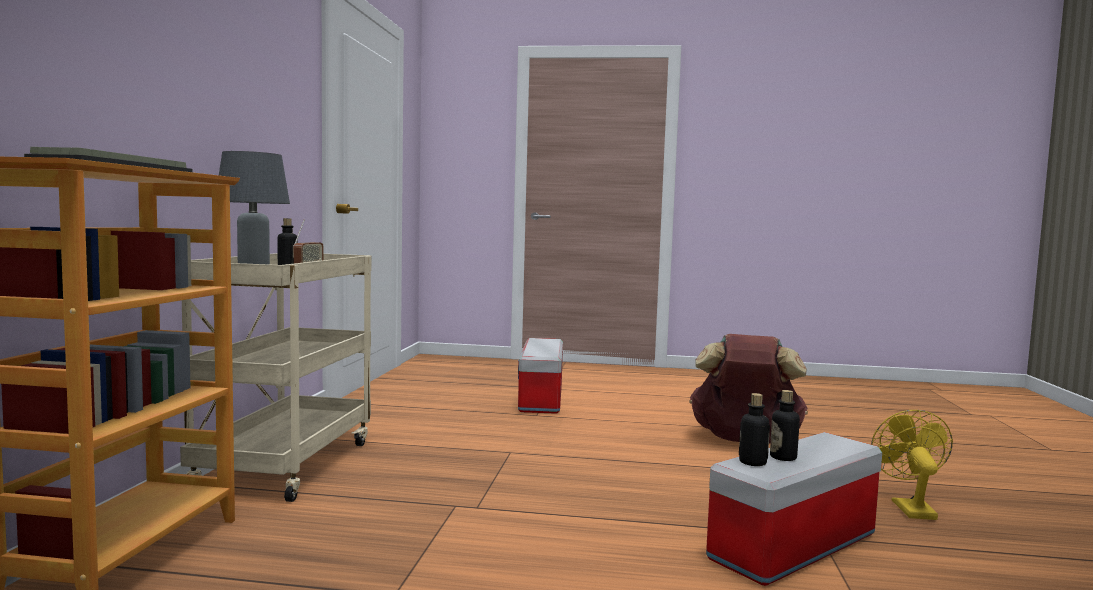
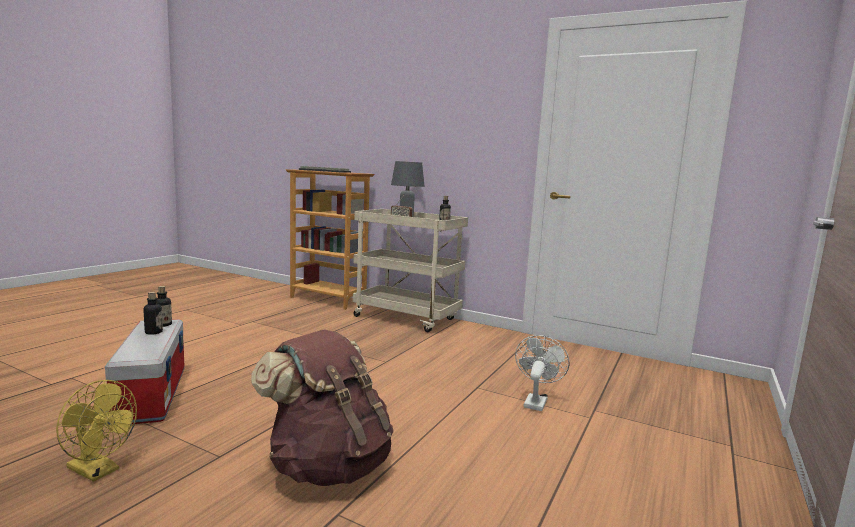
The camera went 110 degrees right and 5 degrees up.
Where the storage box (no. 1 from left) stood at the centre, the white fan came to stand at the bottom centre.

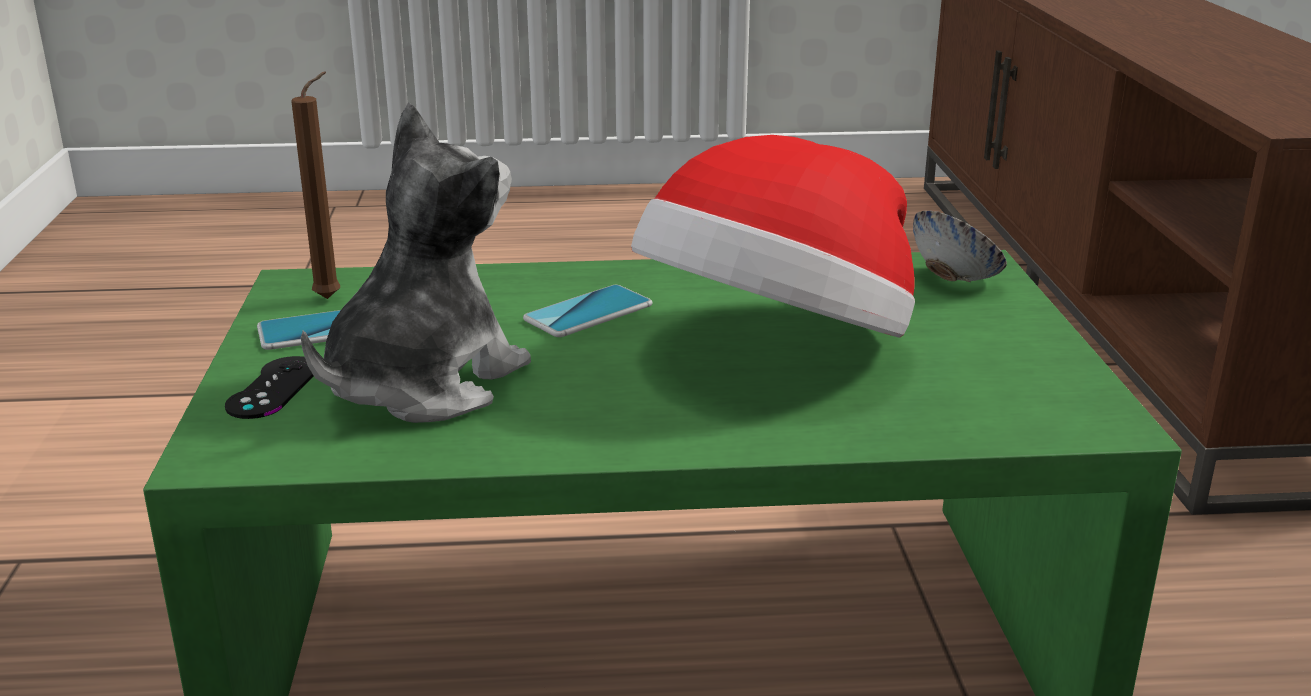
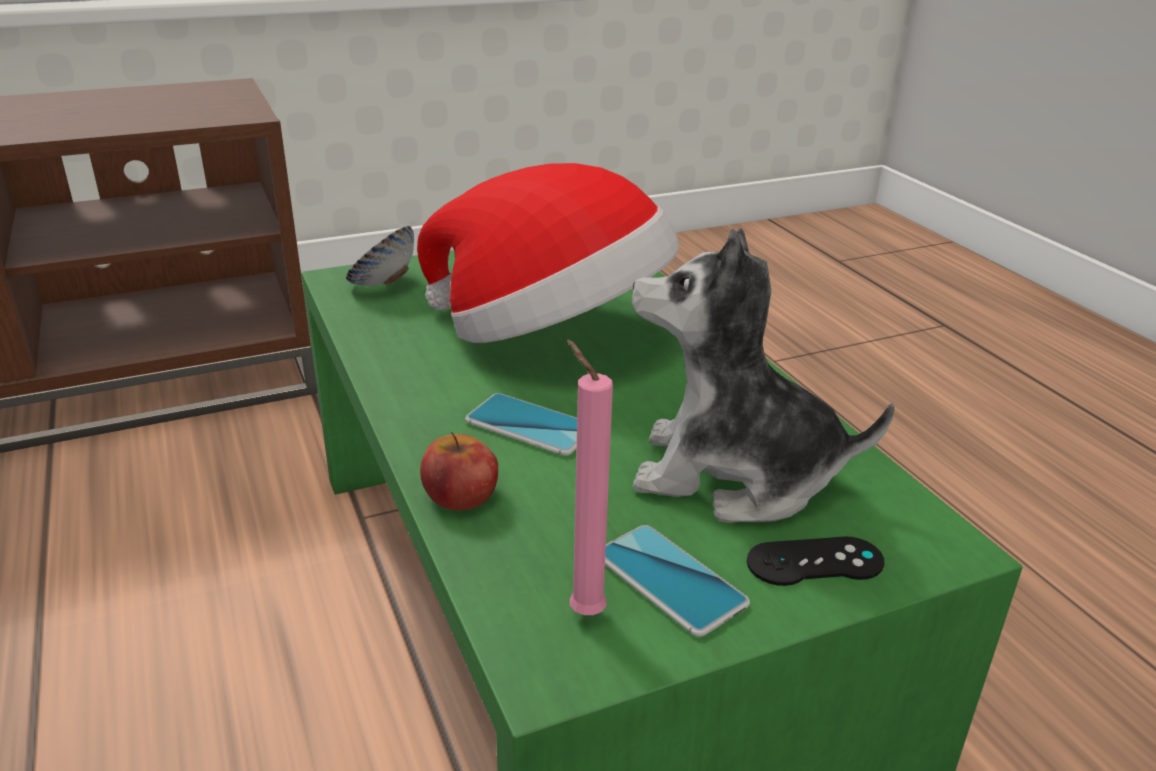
The camera went 110 degrees left and 5 degrees up.
What was the brown candle at the top left turned into the pink candle at the centre.
The second view gained the apple at the centre.

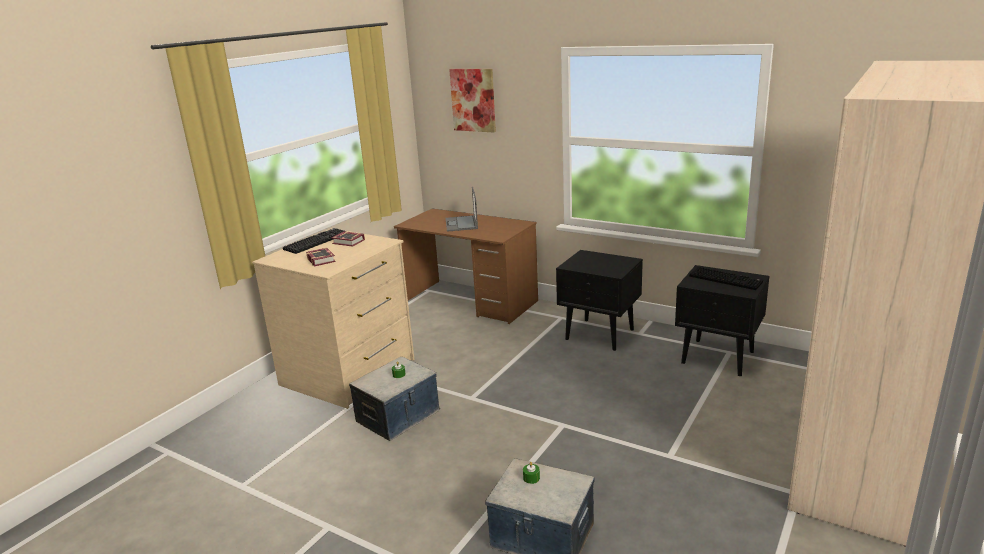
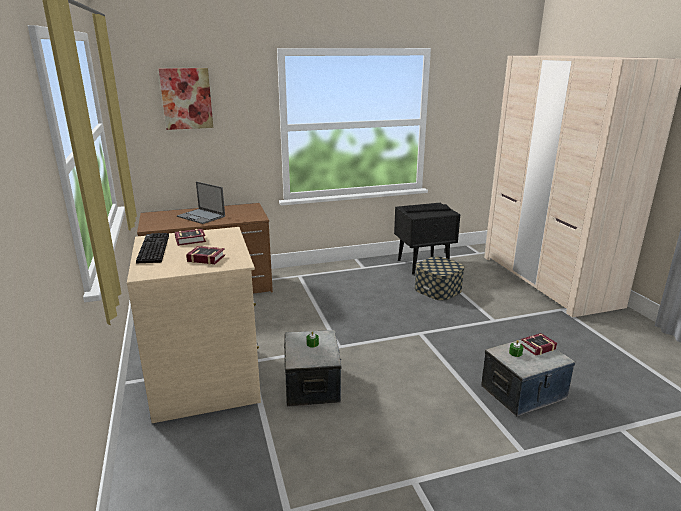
The camera went 50 degrees left and 0 degrees up.
The second view lost the black nightstand (no. 1 from left) at the centre.
The second view gained the storage box (no. 2 from left) at the centre.
The second view gained the book (no. 3 from left) at the bottom right.

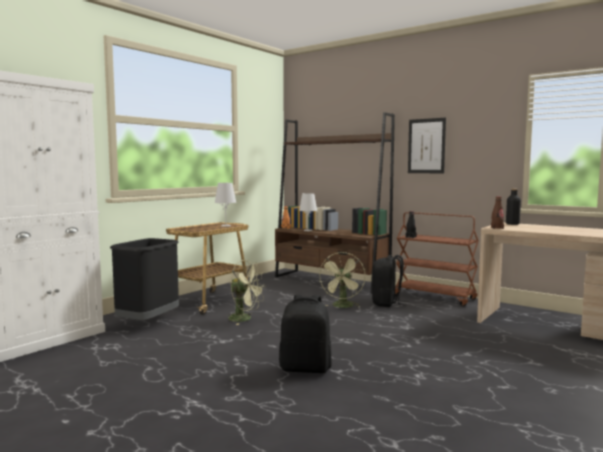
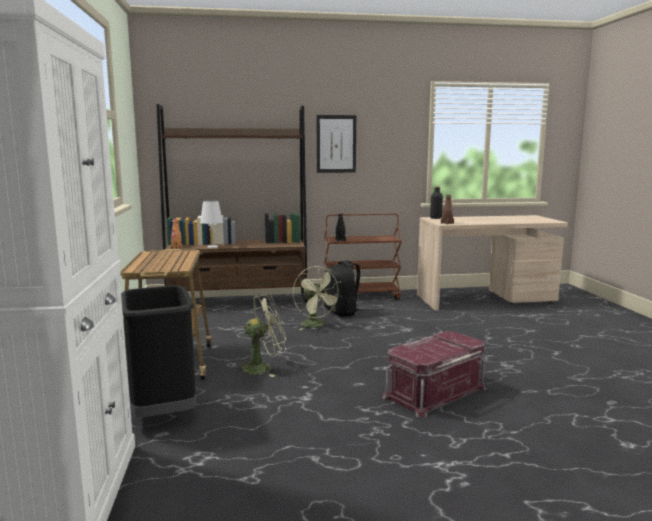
The camera went 45 degrees left and 5 degrees up.
The second view lost the white table lamp (no. 1 from left) at the centre.
Where the black backpack (no. 1 from left) stood at the bottom centre, the red storage box came to stand at the bottom centre.

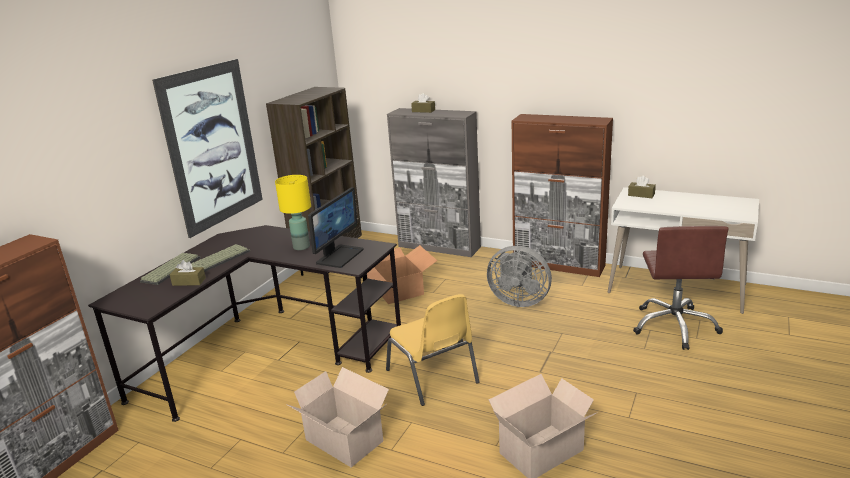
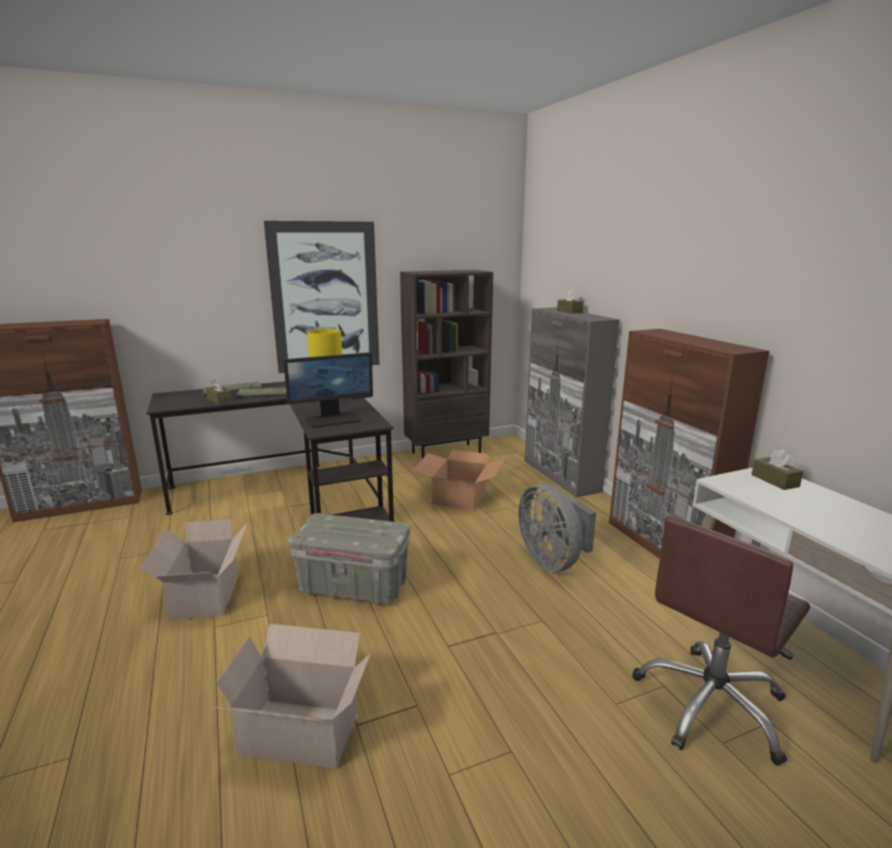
The camera went 40 degrees right and 5 degrees down.
Where the yellow chair stood at the bottom centre, the grey storage box came to stand at the centre.

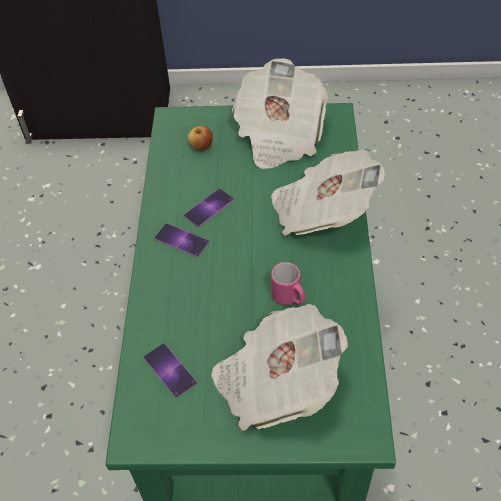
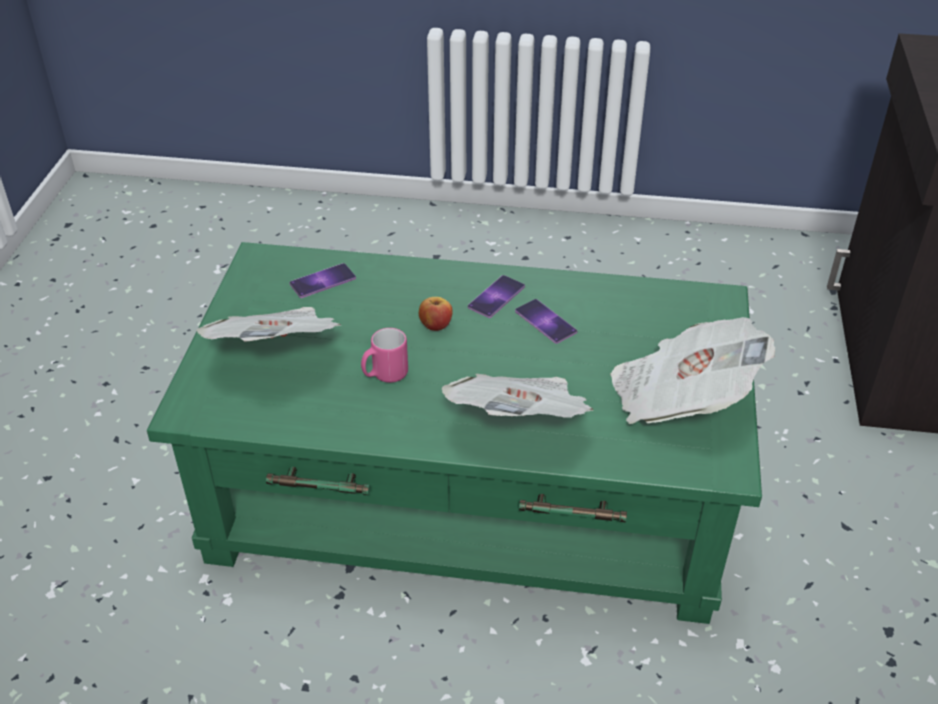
The camera went 95 degrees right and 10 degrees down.
The apple ended up elsewhere, having gone from the top centre to the centre.

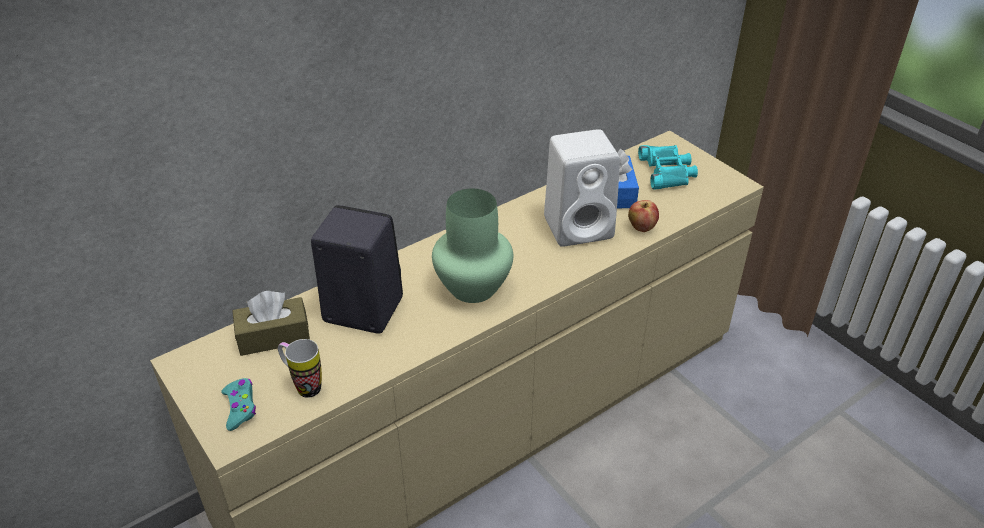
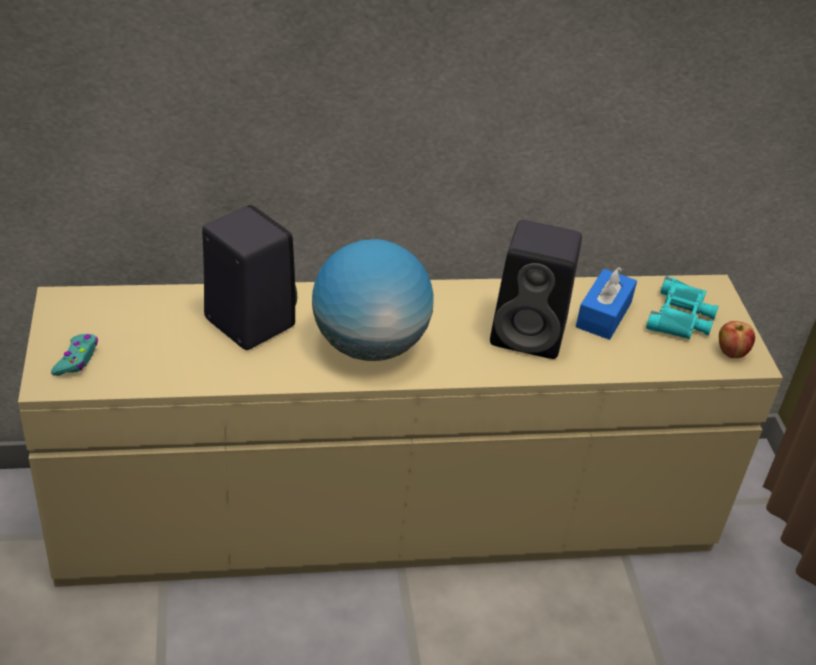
The camera went 25 degrees right and 0 degrees up.
What was the white speaker at the centre turned into the black speaker (no. 2 from left) at the centre.
Where the green vase stood at the centre, the globe came to stand at the centre.
The apple ended up elsewhere, having gone from the centre to the middle right.
The second view lost the brown tissue box at the middle left.
The second view lost the mug at the bottom left.

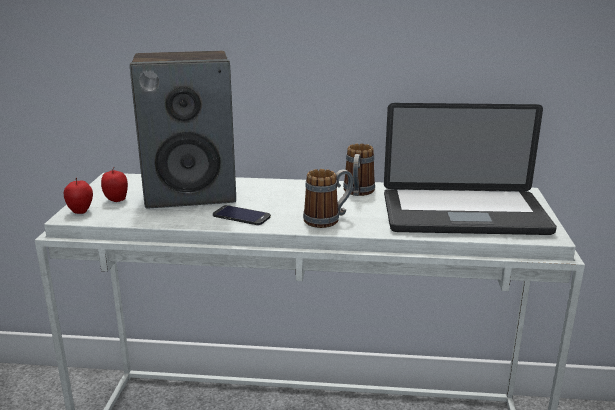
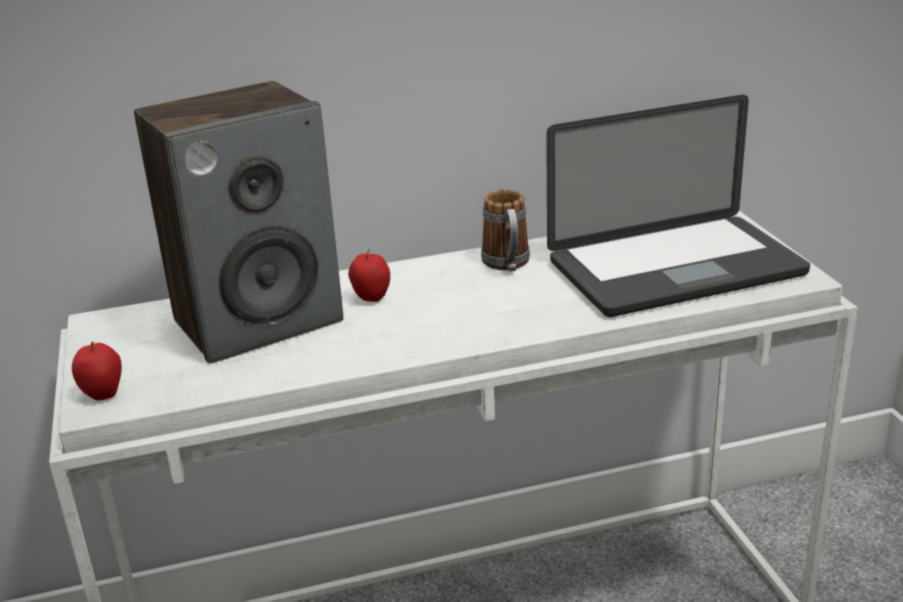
The camera went 20 degrees left and 5 degrees up.
The apple (no. 2 from left) ended up elsewhere, having gone from the middle left to the centre.
The second view lost the mug (no. 1 from left) at the centre.
The second view lost the phone at the centre.

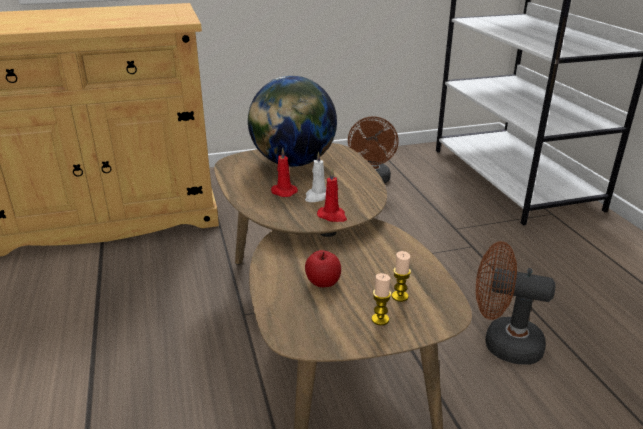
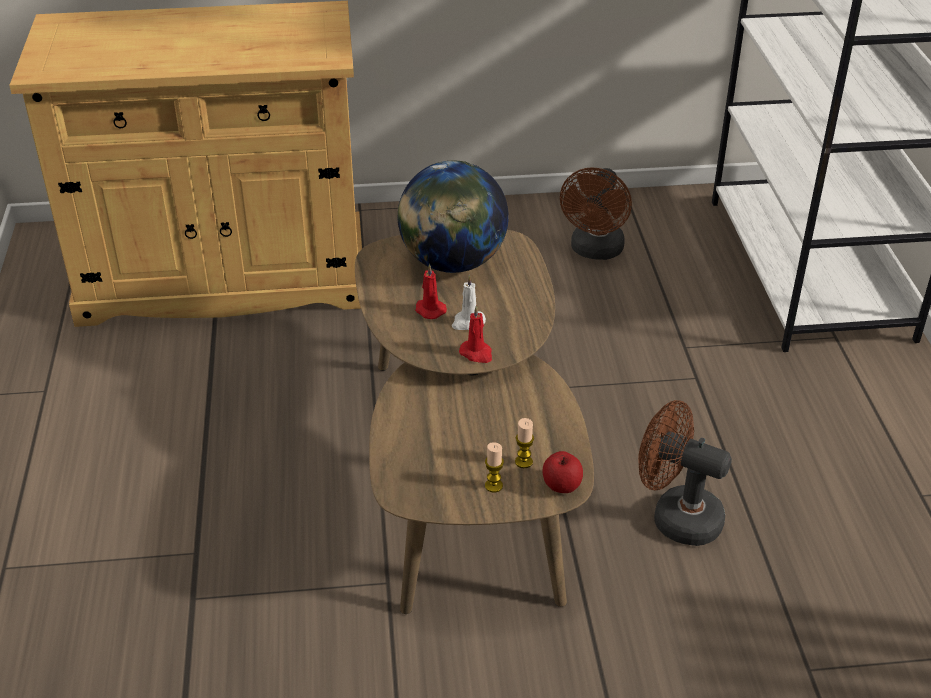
The camera went 10 degrees right and 10 degrees up.
The apple ended up elsewhere, having gone from the centre to the bottom centre.

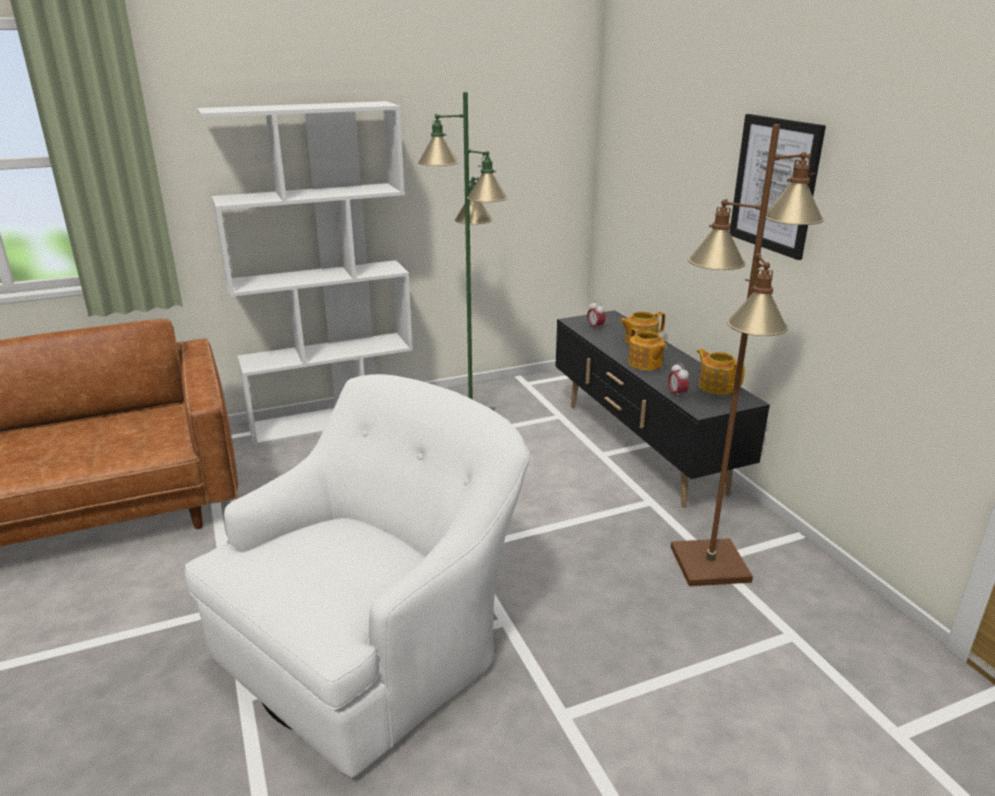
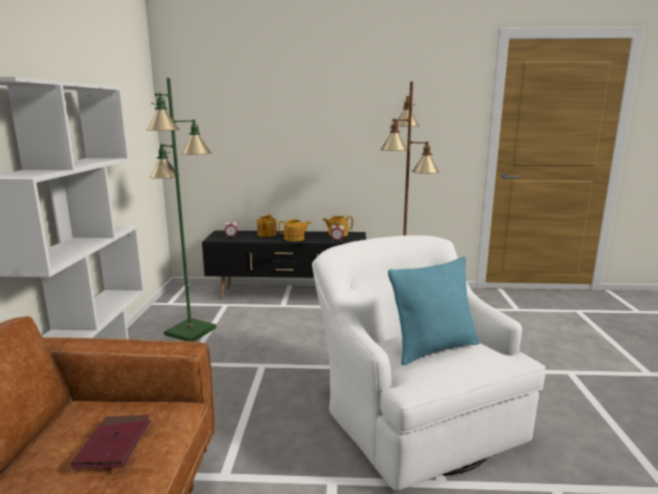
The camera went 65 degrees left and 10 degrees down.
The second view lost the picture at the top right.
The second view gained the turquoise pillow at the centre.
The second view gained the red book at the bottom left.

